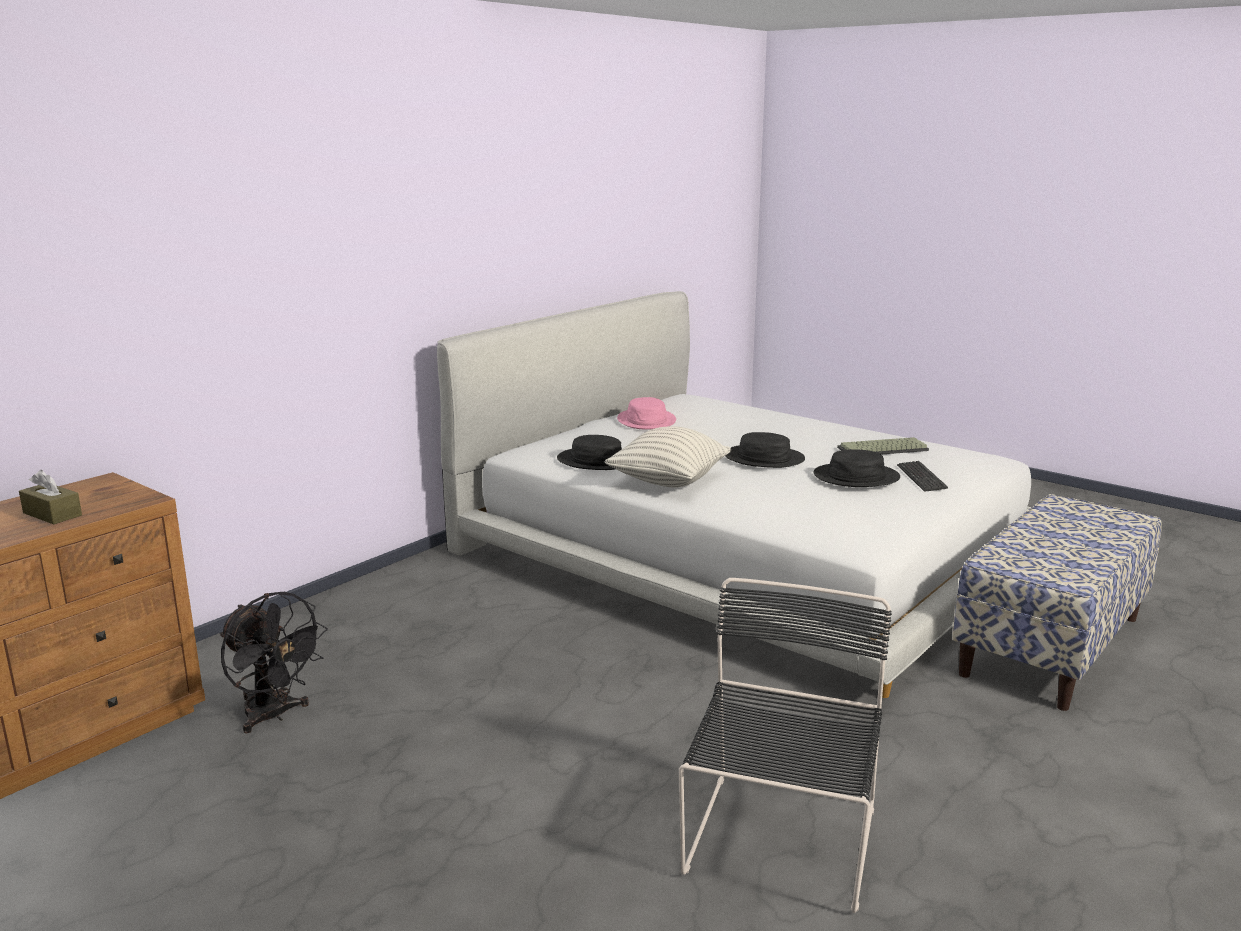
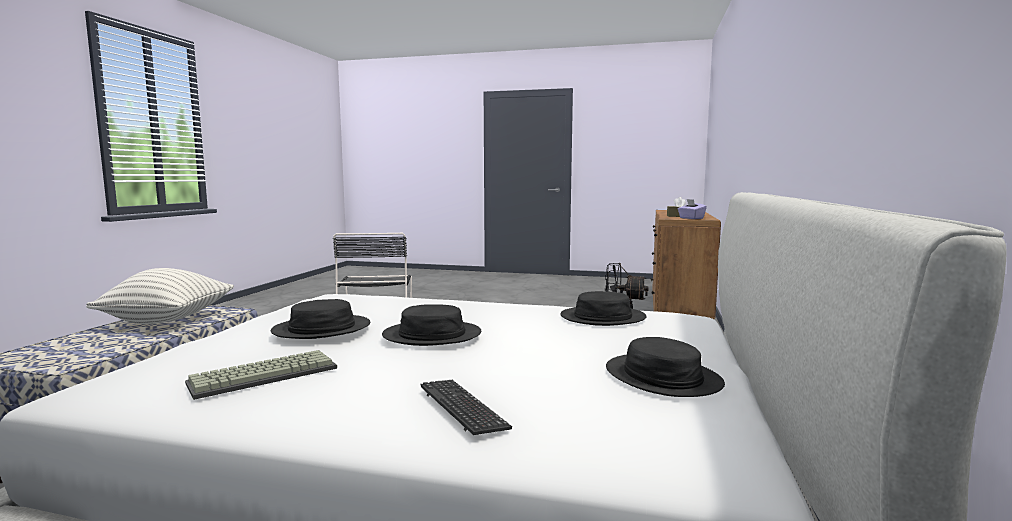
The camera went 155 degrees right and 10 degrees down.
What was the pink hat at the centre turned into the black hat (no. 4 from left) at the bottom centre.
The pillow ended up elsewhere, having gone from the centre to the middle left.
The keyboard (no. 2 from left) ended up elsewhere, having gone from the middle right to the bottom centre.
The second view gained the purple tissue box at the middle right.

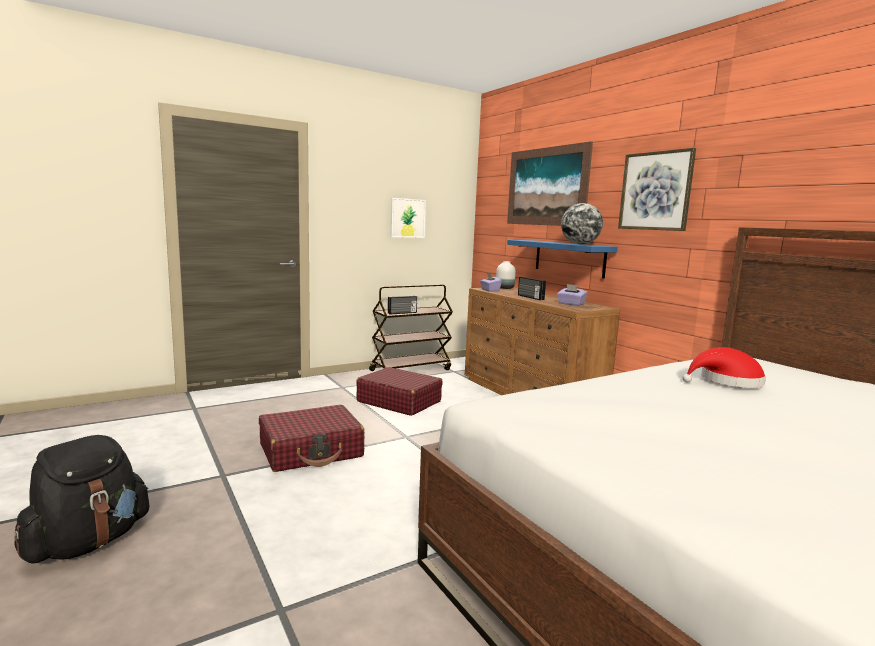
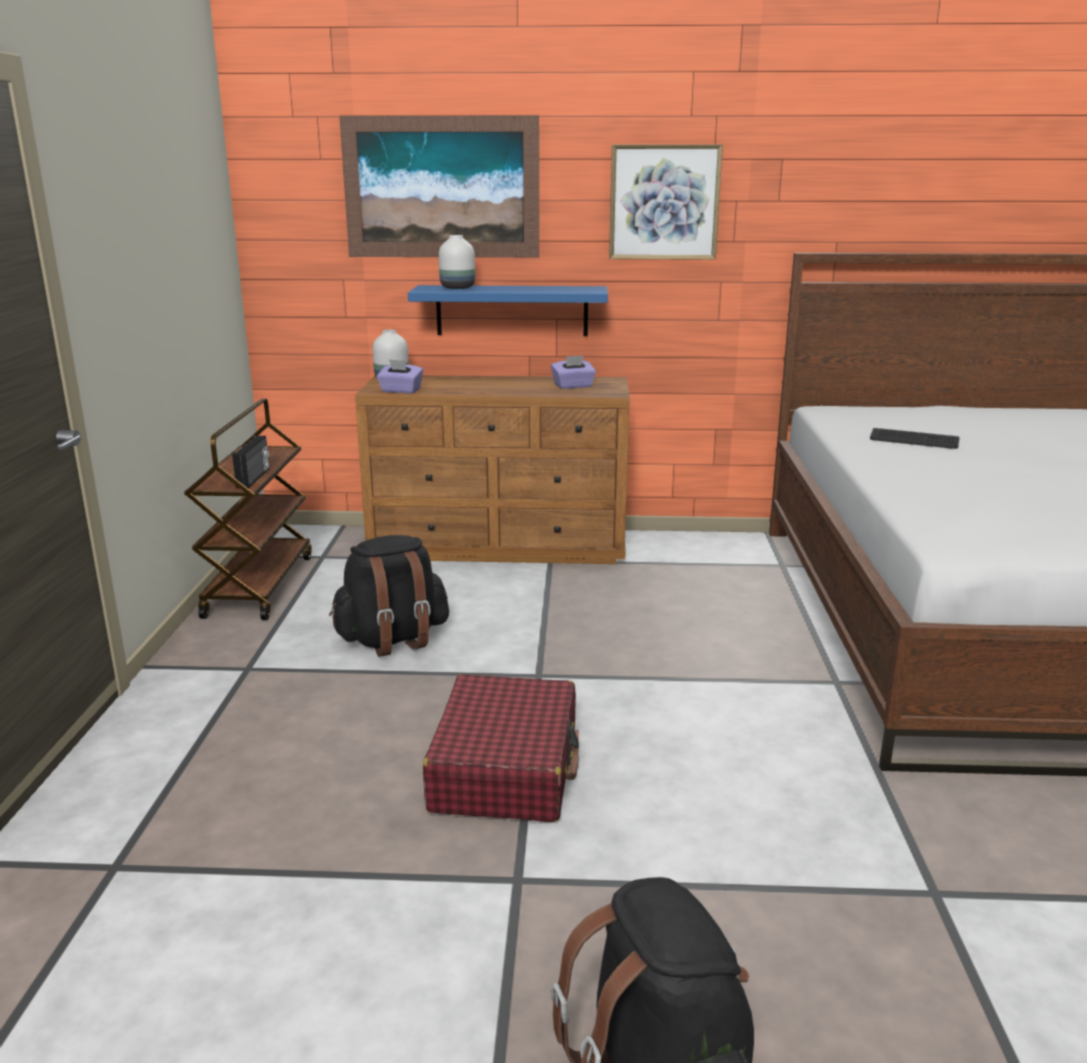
The camera went 55 degrees left and 10 degrees up.
The second view lost the picture (no. 1 from left) at the centre.
The second view lost the globe at the centre.
The second view lost the radio (no. 2 from left) at the centre.
Where the red hat stood at the middle right, the keyboard came to stand at the middle right.
Where the red suitcase (no. 2 from left) stood at the centre, the black backpack (no. 1 from left) came to stand at the centre.
The second view gained the white vase (no. 2 from left) at the top centre.

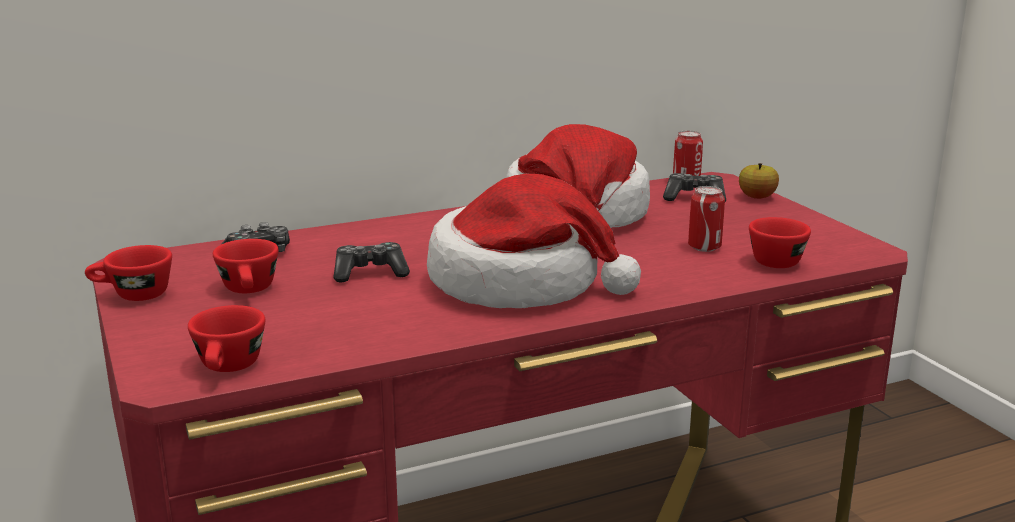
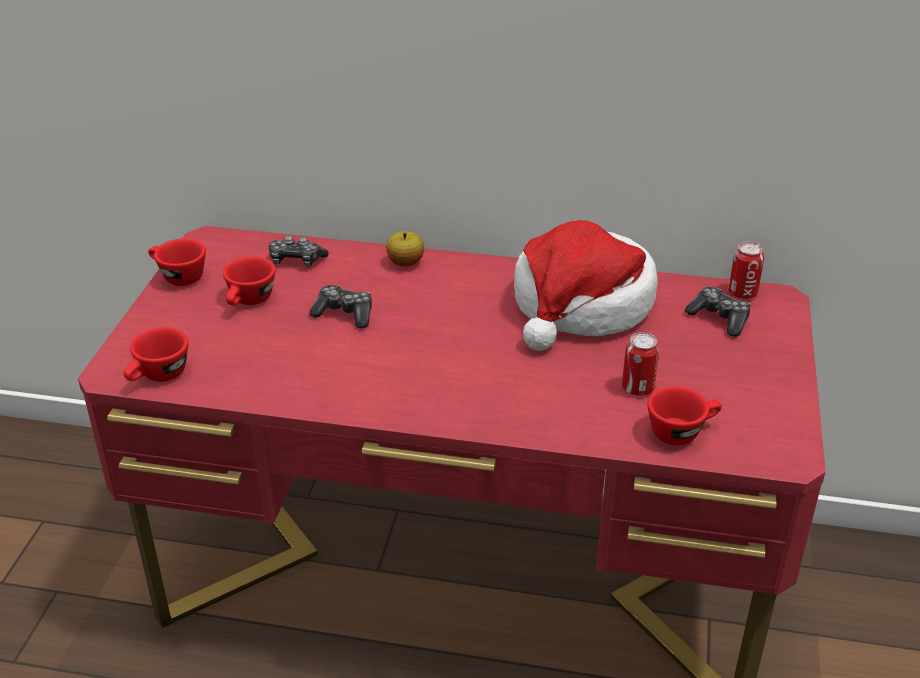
The camera went 35 degrees right and 15 degrees up.
The apple ended up elsewhere, having gone from the middle right to the centre.
The second view lost the hat (no. 1 from left) at the centre.

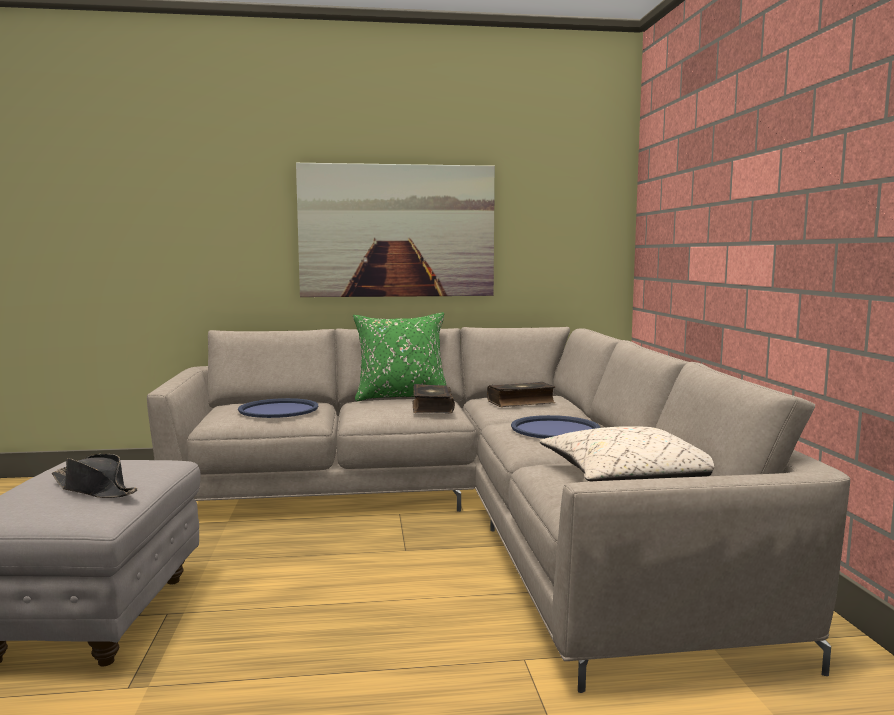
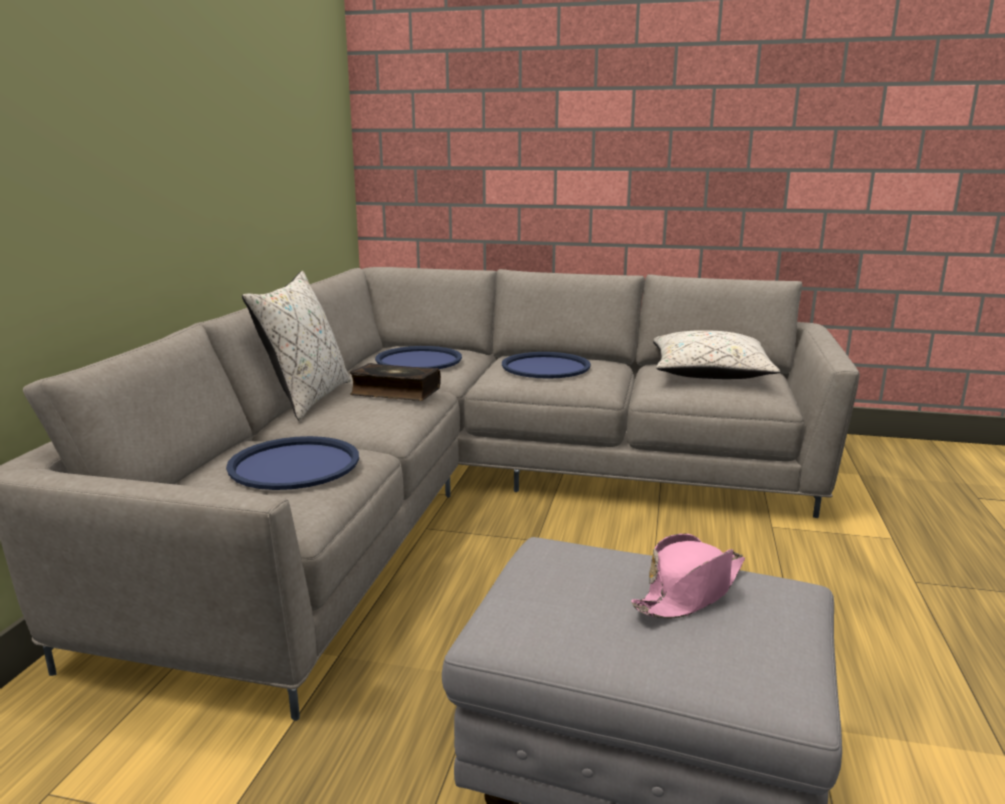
The camera went 70 degrees left and 10 degrees up.
The second view lost the picture at the top centre.
What was the green pillow at the centre turned into the beige pillow (no. 1 from left) at the middle left.
Where the book (no. 2 from left) stood at the centre, the blue tray (no. 2 from left) came to stand at the centre.
What was the black hat at the middle left turned into the pink hat at the bottom right.

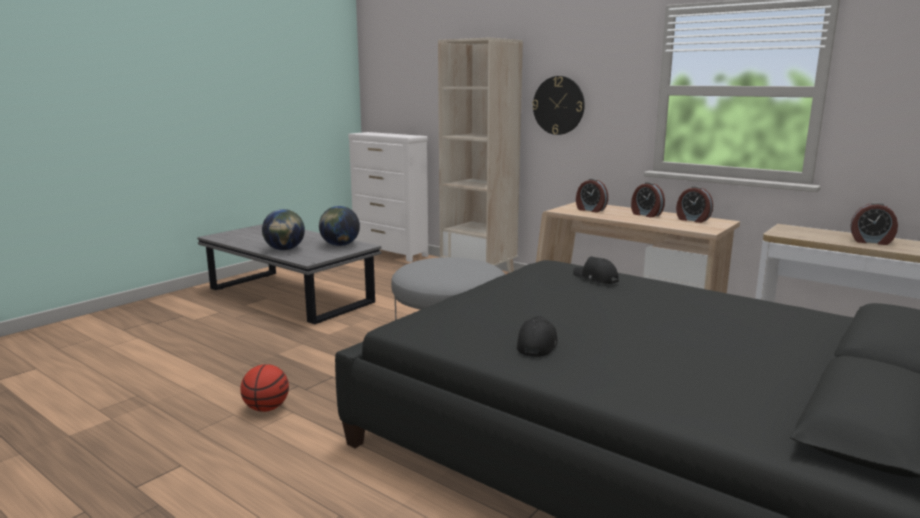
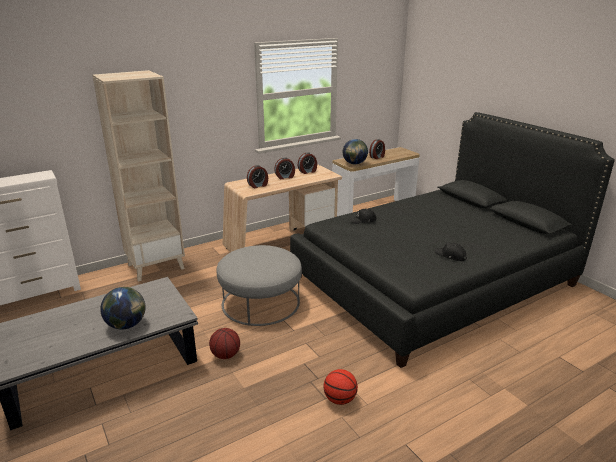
The camera went 70 degrees left and 10 degrees up.
The second view lost the wall clock at the top centre.
The globe (no. 2 from left) ended up elsewhere, having gone from the centre to the top centre.
The second view gained the basketball (no. 1 from left) at the bottom centre.

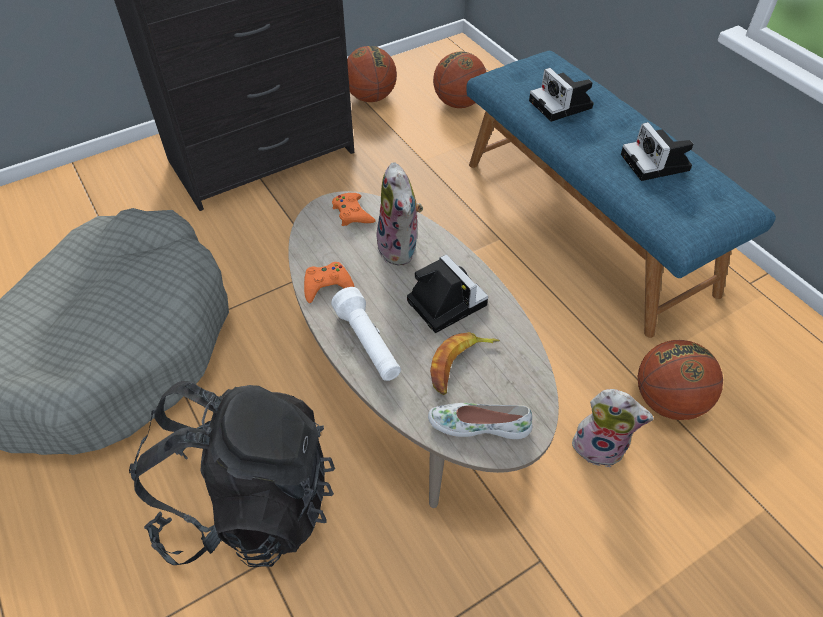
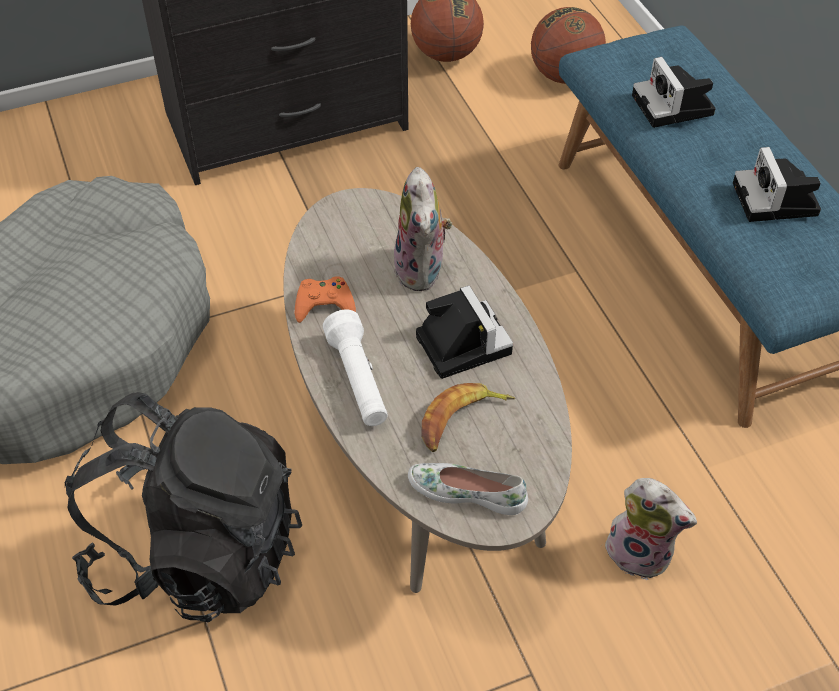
The camera went 10 degrees right and 0 degrees up.
The second view lost the orange game controller (no. 2 from left) at the centre.
The second view lost the basketball (no. 3 from left) at the middle right.

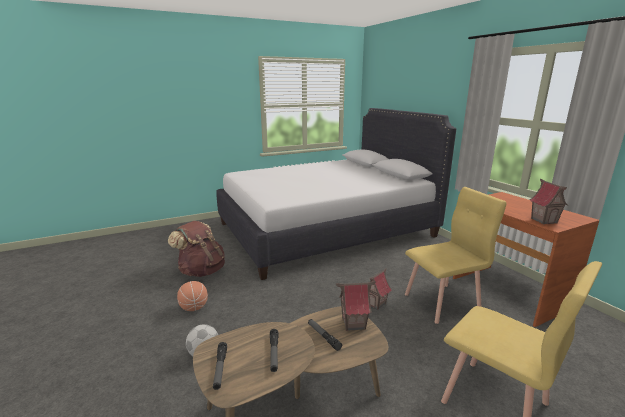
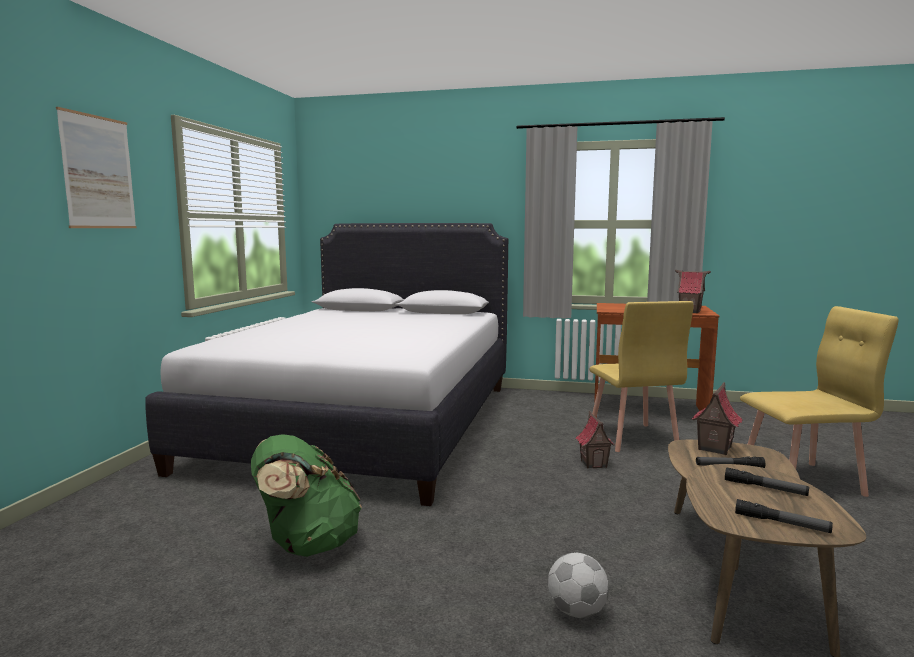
The camera went 50 degrees left and 10 degrees down.
The yellow chair (no. 1 from left) at the middle right ended up facing another way, 150 degrees clockwise from before.
What was the brown backpack at the middle left turned into the green backpack at the bottom centre.
The second view lost the basketball at the bottom left.
The second view gained the picture at the top left.

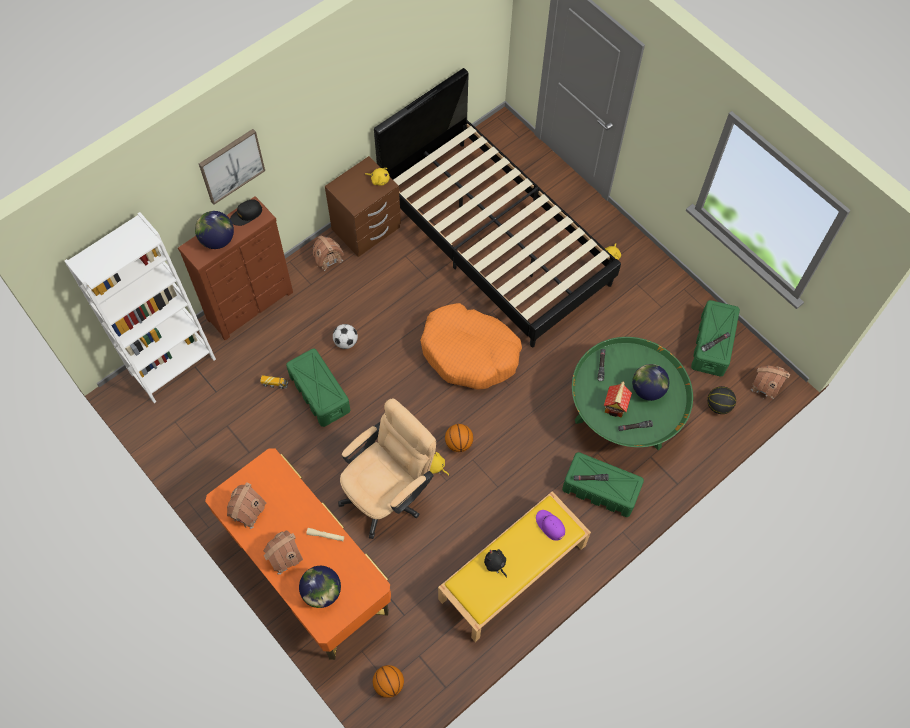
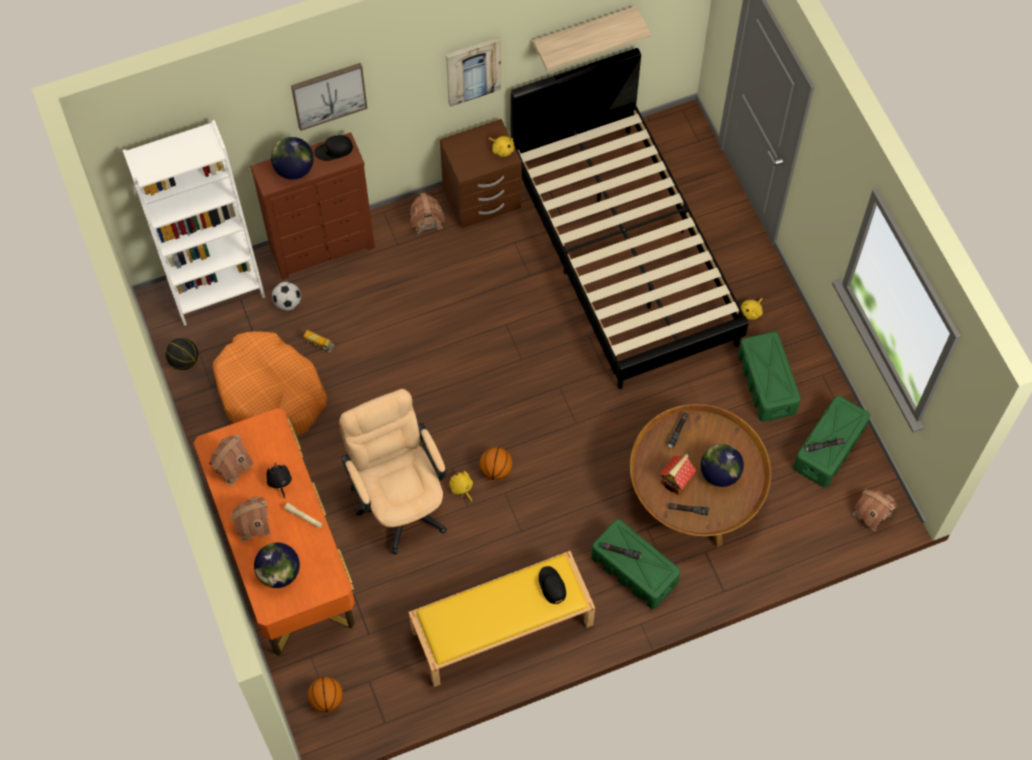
The camera went 20 degrees right and 0 degrees up.
The orange dog bed ended up elsewhere, having gone from the centre to the middle left.
The football ended up elsewhere, having gone from the centre to the middle left.
What was the green coffee table at the middle right turned into the brown coffee table at the middle right.
The green storage box (no. 1 from left in the first image) ended up elsewhere, having gone from the centre to the middle right.
The basketball (no. 3 from left in the first image) ended up elsewhere, having gone from the middle right to the middle left.
The beige office chair at the centre ended up facing another way, 90 degrees counterclockwise from before.
What was the purple cap at the bottom centre turned into the black cap (no. 2 from left) at the bottom centre.
The black plush toy ended up elsewhere, having gone from the bottom centre to the middle left.
The second view gained the shelf at the top centre.
The second view gained the picture (no. 2 from left) at the top centre.

